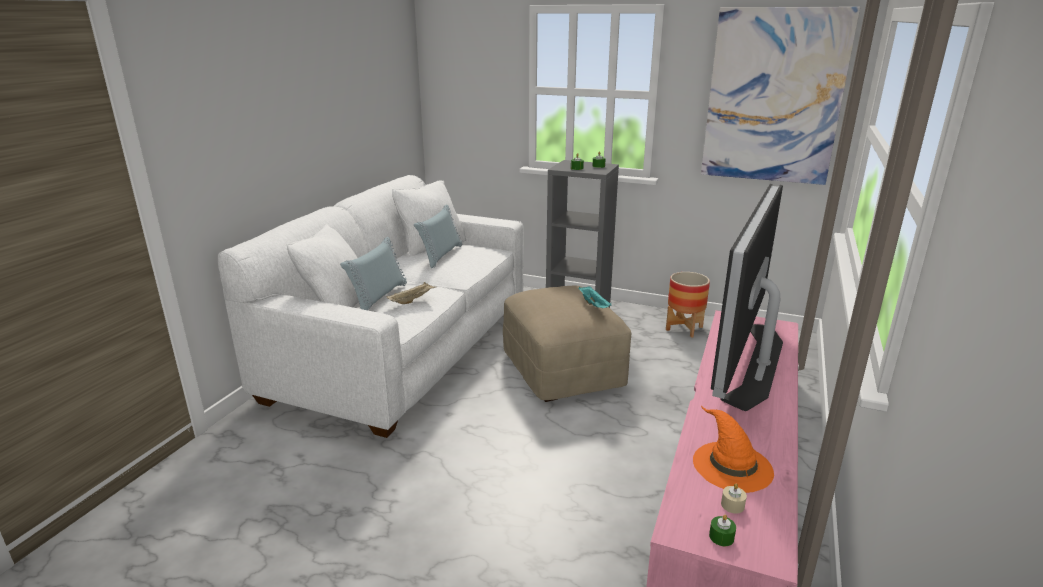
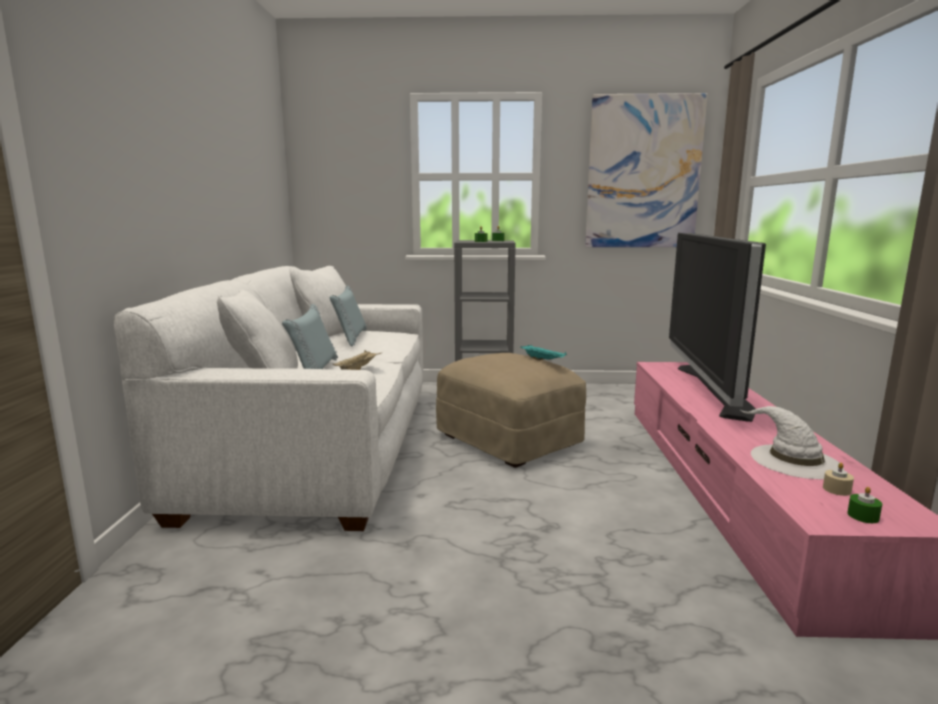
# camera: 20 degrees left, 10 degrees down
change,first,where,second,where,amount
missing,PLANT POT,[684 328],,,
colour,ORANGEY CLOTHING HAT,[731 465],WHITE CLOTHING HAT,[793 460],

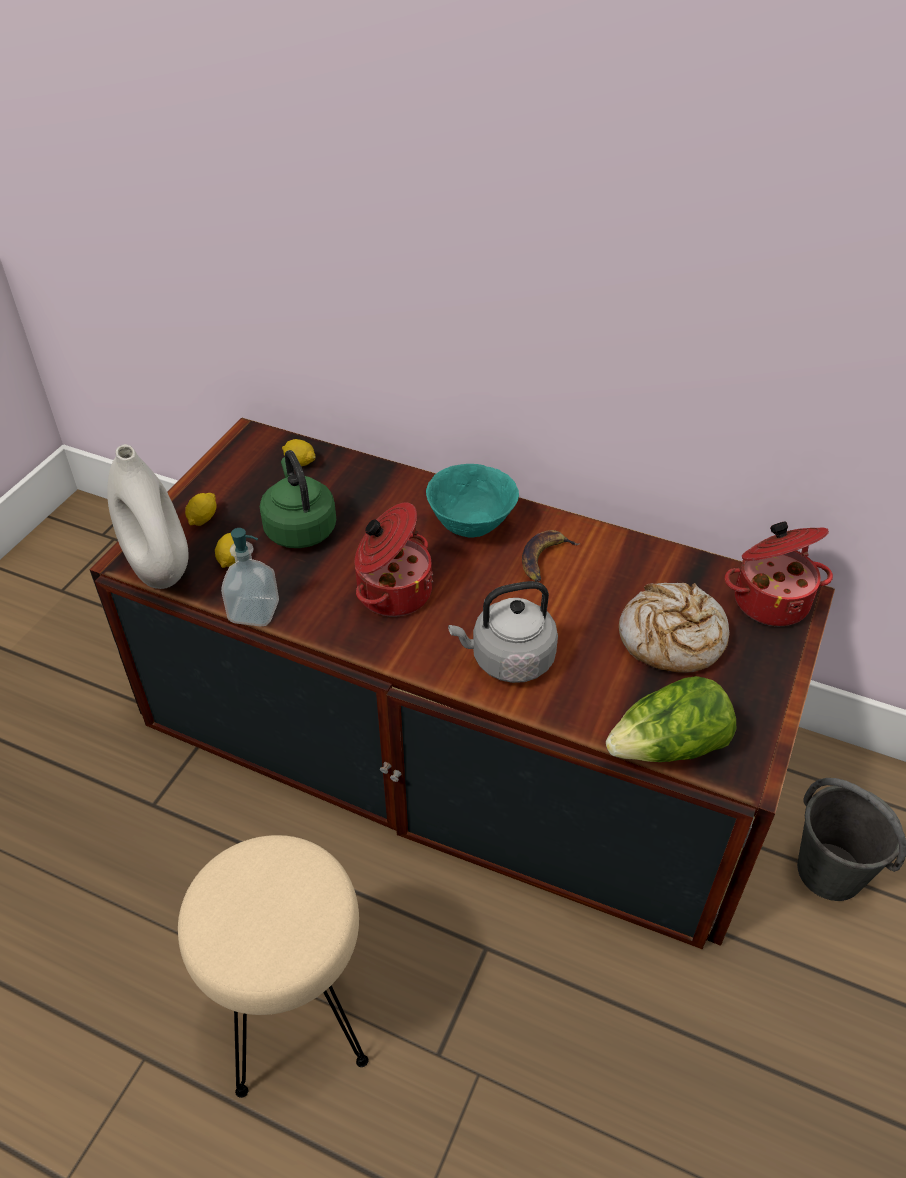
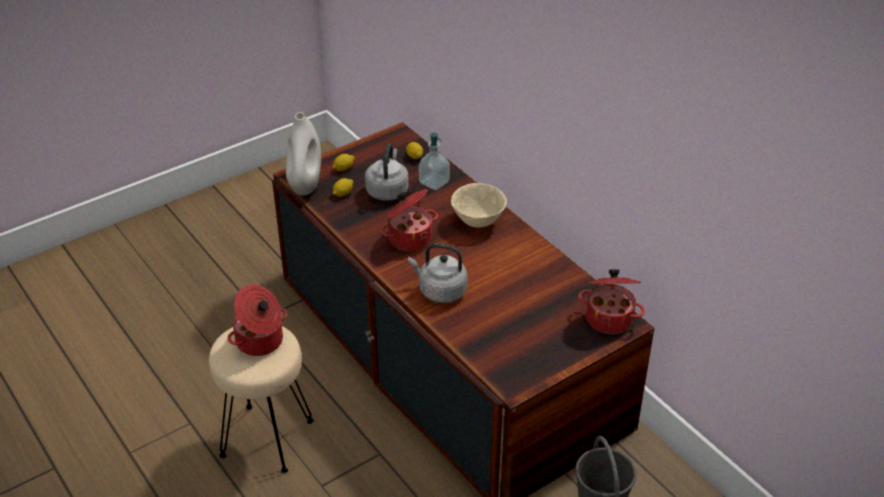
# camera: 30 degrees right, 5 degrees down
change,first,where,second,where,amount
relocated,LIQUID SOAP BOTTLE,[254 612],,[434 182],
colour,GREEN TEA KETTLE,[299 528],GRAY TEA KETTLE,[387 190],
colour,BLUE-GREEN BOWL,[471 526],SAND-COLOURED BOWL,[478 221],
missing,BANANA,[545 559],,,
missing,LETTUCE HEAD,[668 747],,,
missing,BREAD,[671 638],,,
appeared,,,STOCKPOT,[260 341],

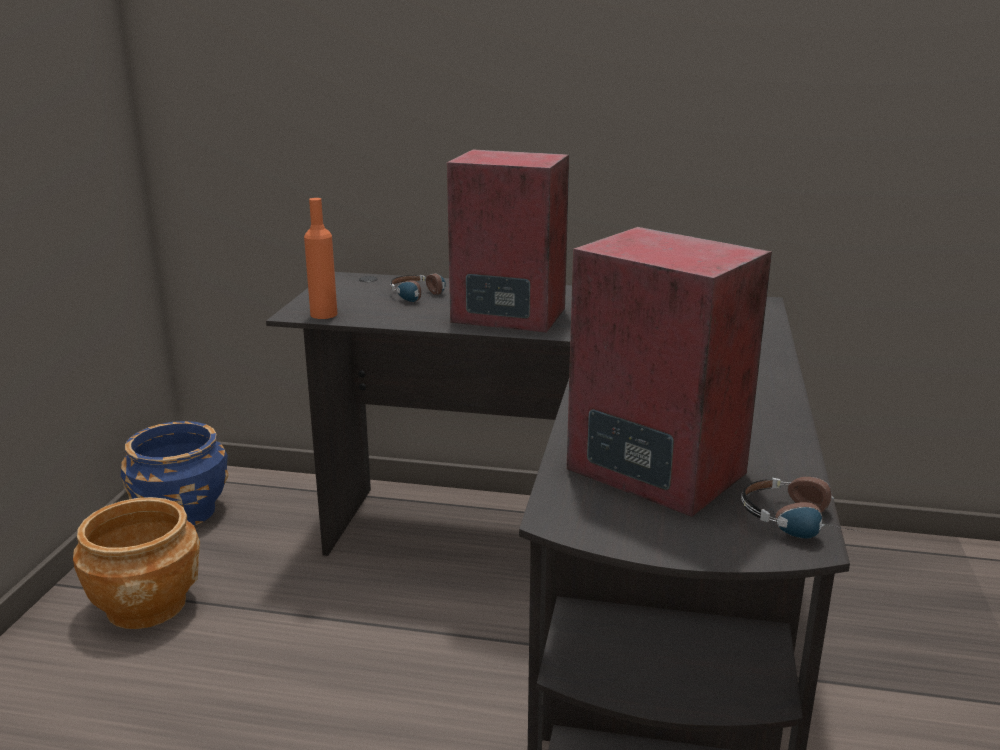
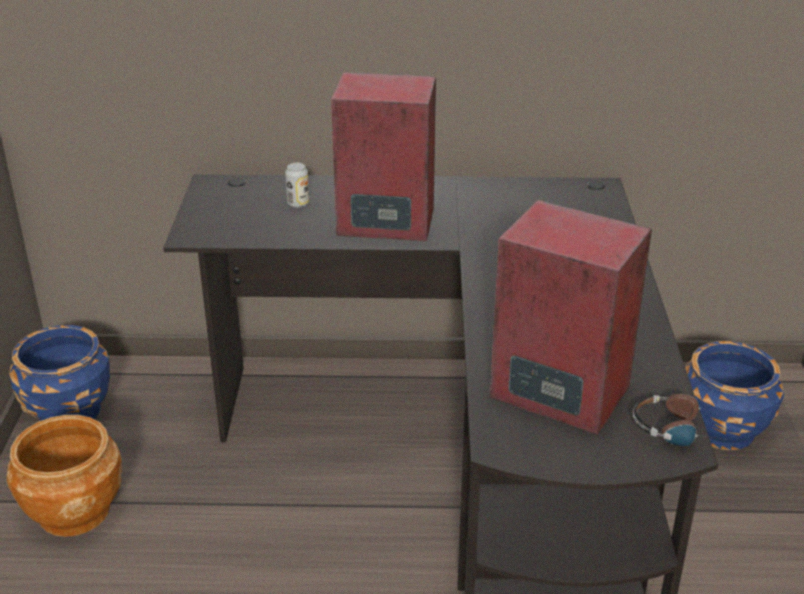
# camera: 10 degrees left, 10 degrees up
change,first,where,second,where,amount
missing,ORANGEY BEVERAGE BOTTLE,[324 314],,,
exchanged,HEADSET,[422 297],CAN,[298 203],
appeared,,,BLUISH PLANT POT,[722 429],

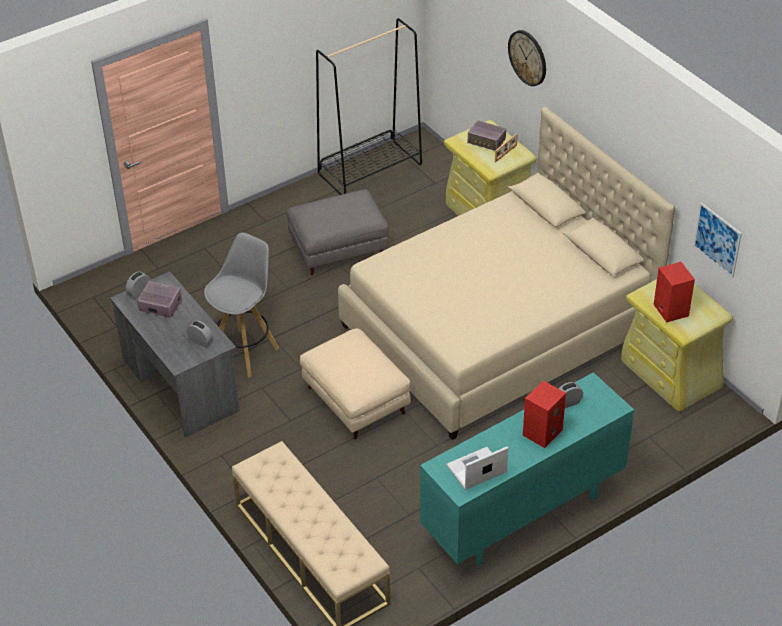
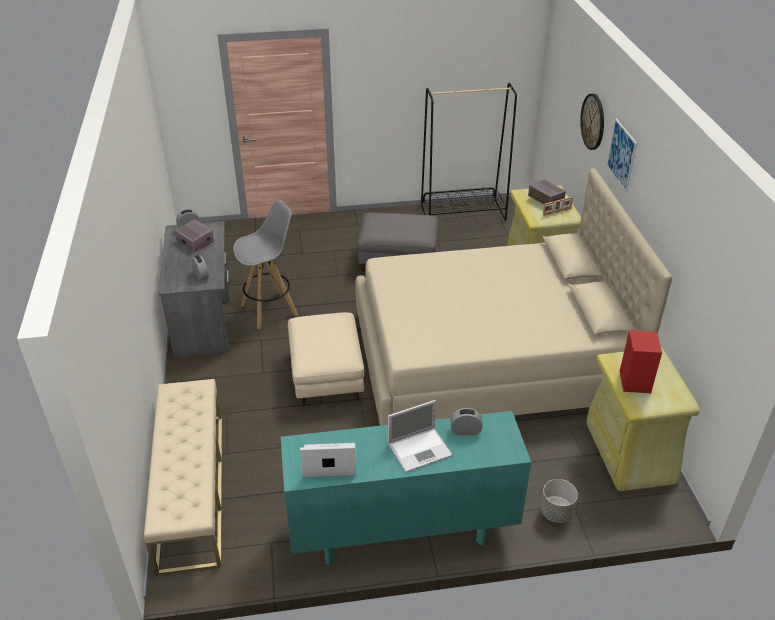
# camera: 25 degrees right, 5 degrees down
change,first,where,second,where,amount
exchanged,REDDISH LOUDSPEAKER,[542 431],PORTABLE COMPUTER,[420 449],
relocated,WALL ART,[717 239],,[621 155],
appeared,,,GRAY PLANT POT,[556 512],

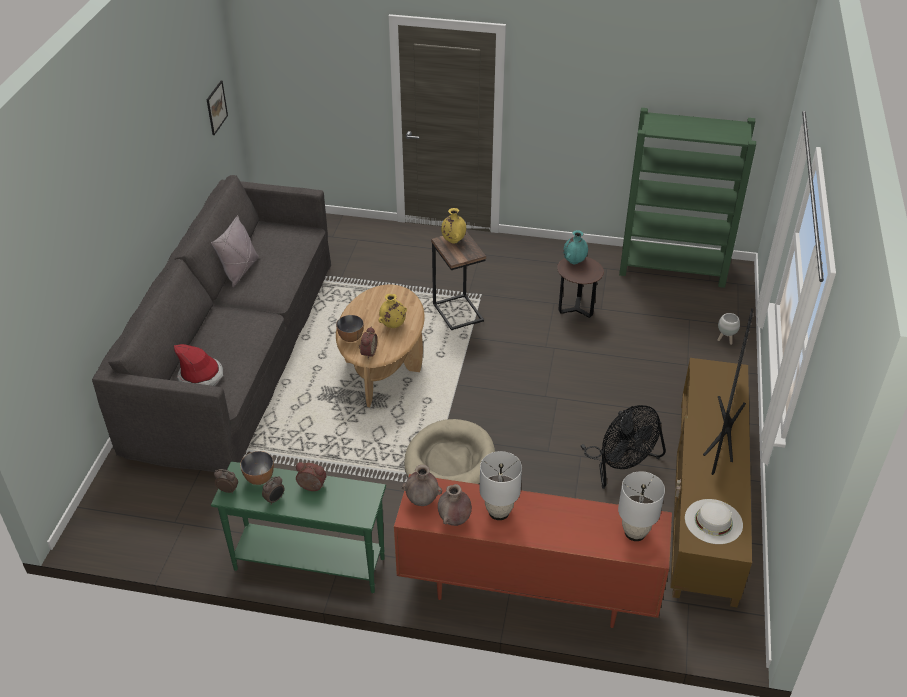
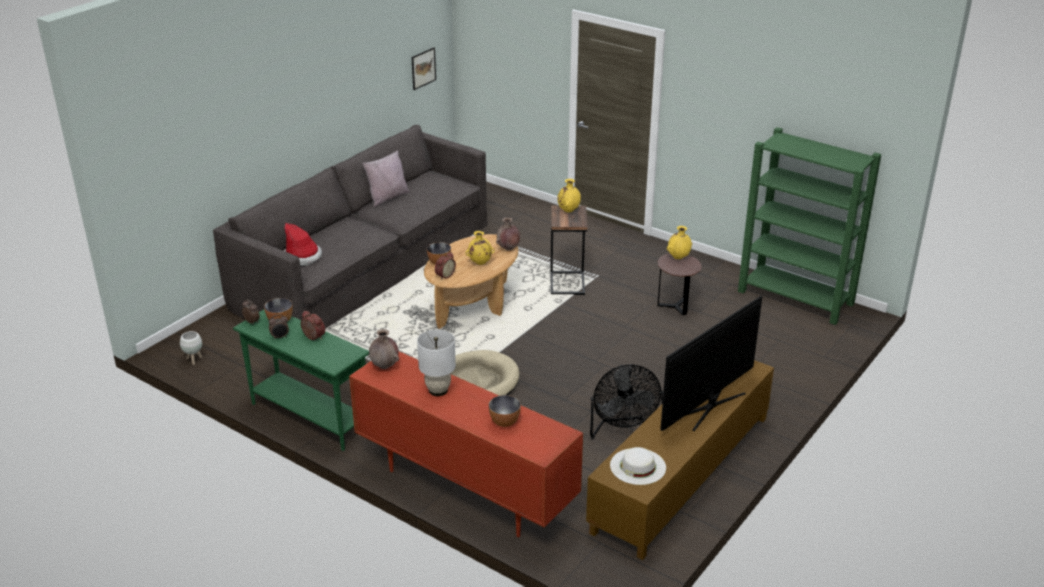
# camera: 25 degrees right, 10 degrees down
change,first,where,second,where,amount
relocated,BROWN DECORATIVE VASE,[454 520],,[508 248],
colour,BLUE-GREEN DECORATIVE VASE,[574 261],YELLOWISH DECORATIVE VASE,[678 257],
missing,WHITE TABLE LAMP,[635 532],,,
relocated,WHITE PLANT POT,[725 340],,[194 360],
appeared,,,BOWL,[504 422],

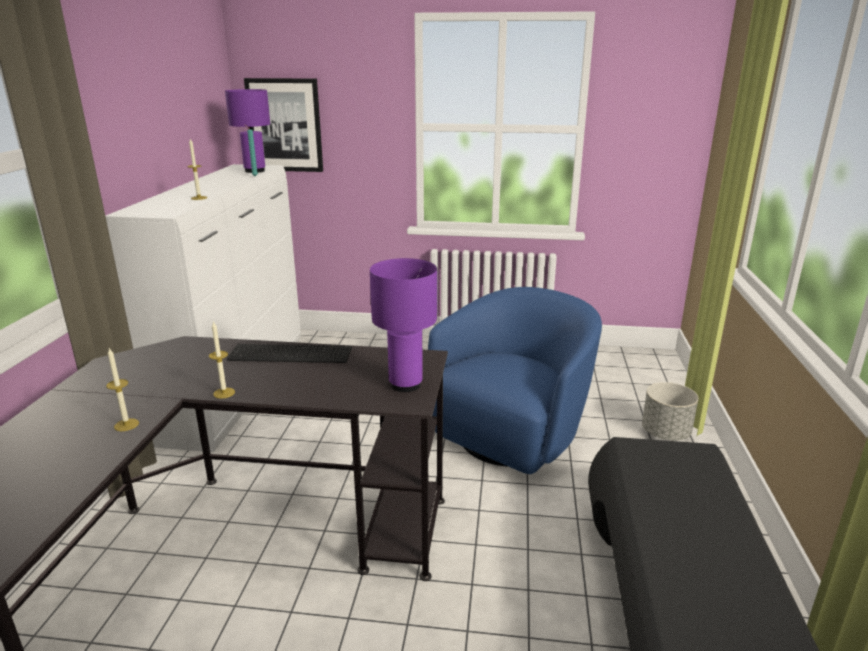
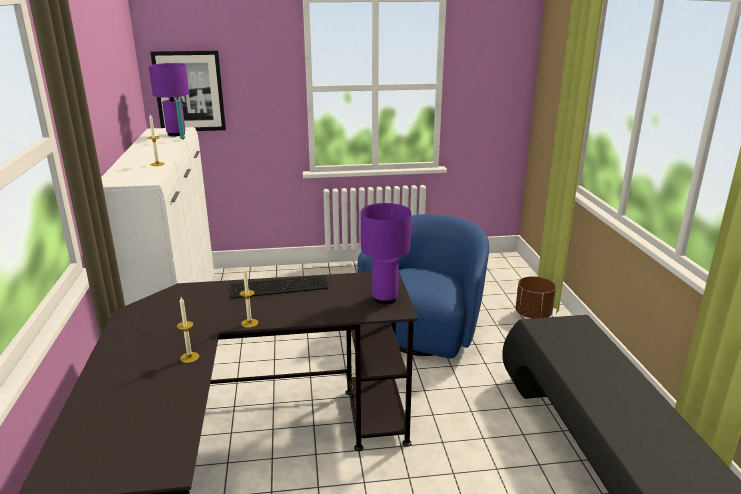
# camera: 15 degrees left, 0 degrees up
change,first,where,second,where,amount
colour,GRAY PLANT POT,[665 433],BROWN PLANT POT,[533 315],

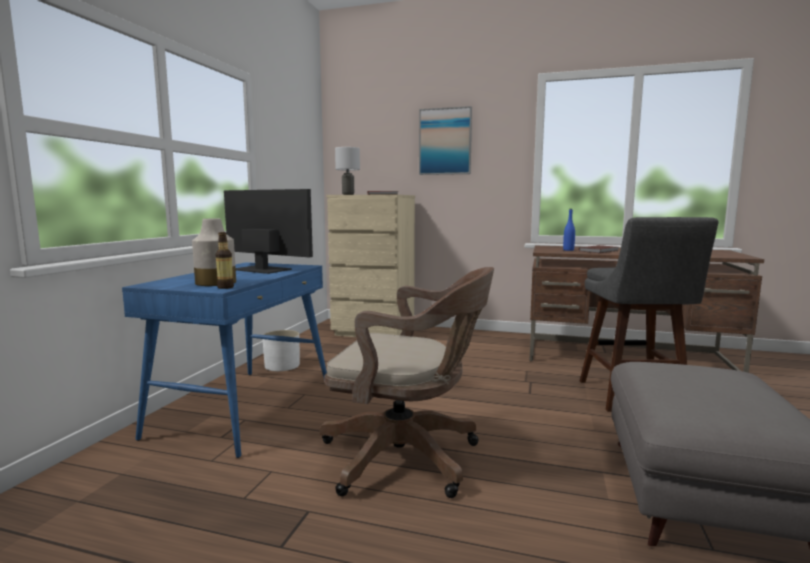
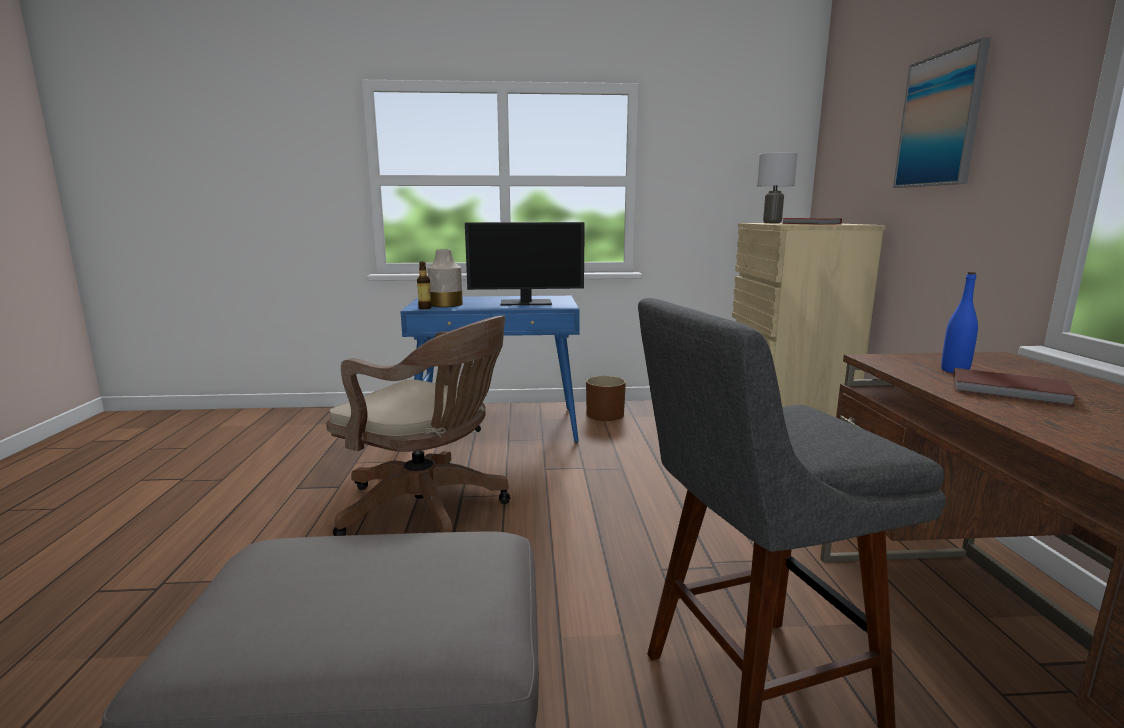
# camera: 70 degrees right, 5 degrees up
change,first,where,second,where,amount
spun,MONITOR,[261 269],,[526 302],75 degrees clockwise
colour,WHITE PLANT POT,[282 365],BROWN PLANT POT,[605 414],
spun,BROWN COMPUTER CHAIR,[408 458],,[429 510],60 degrees counterclockwise

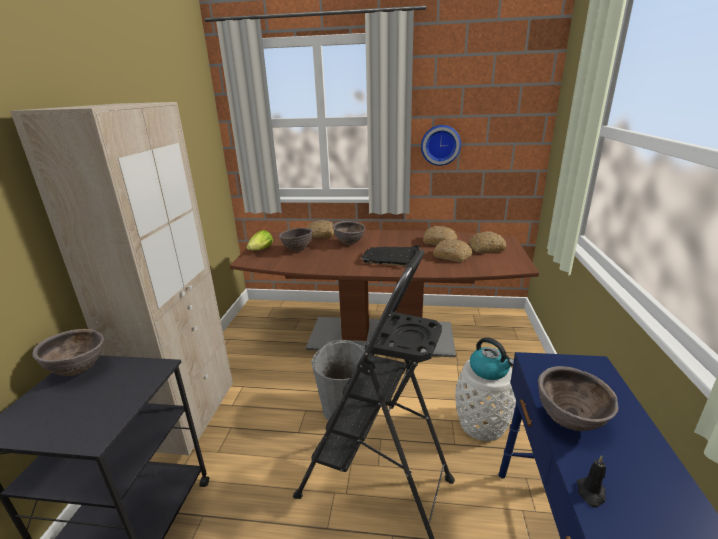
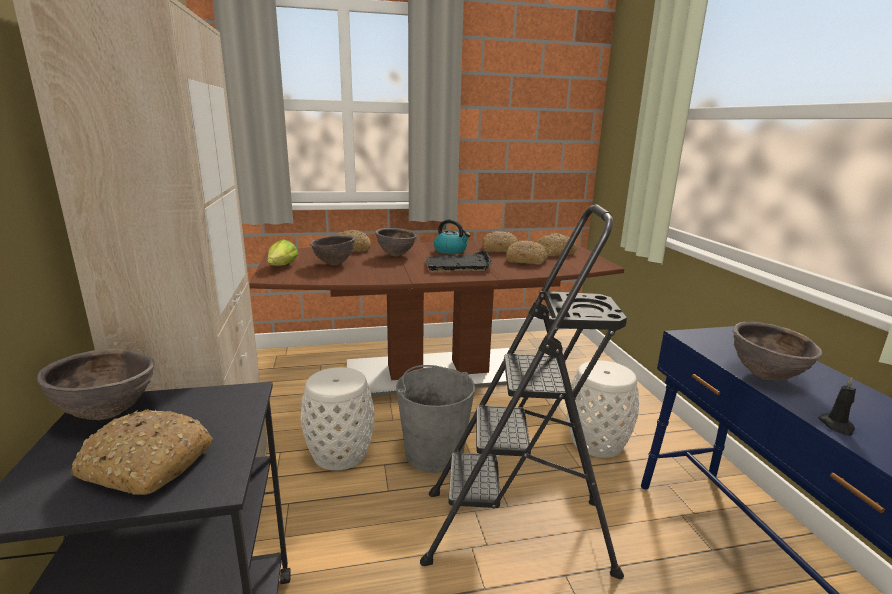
# camera: 20 degrees left, 5 degrees down
change,first,where,second,where,amount
missing,HANGING CLOCK,[440 145],,,
relocated,TEA KETTLE,[489 370],,[451 251],
appeared,,,BREAD,[145 465],
appeared,,,WHITE STOOL,[340 454],

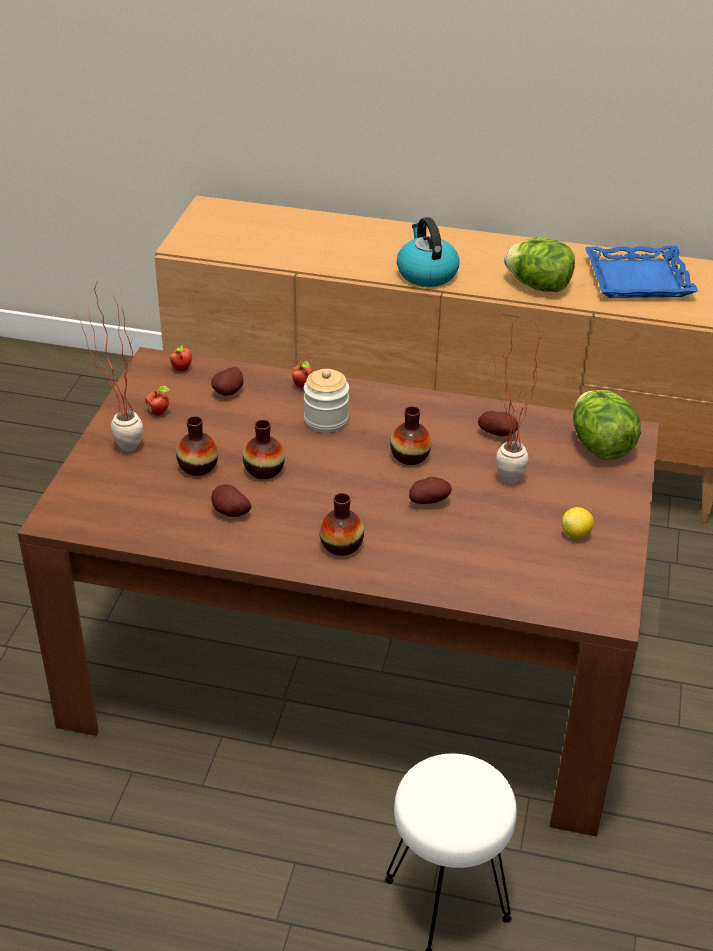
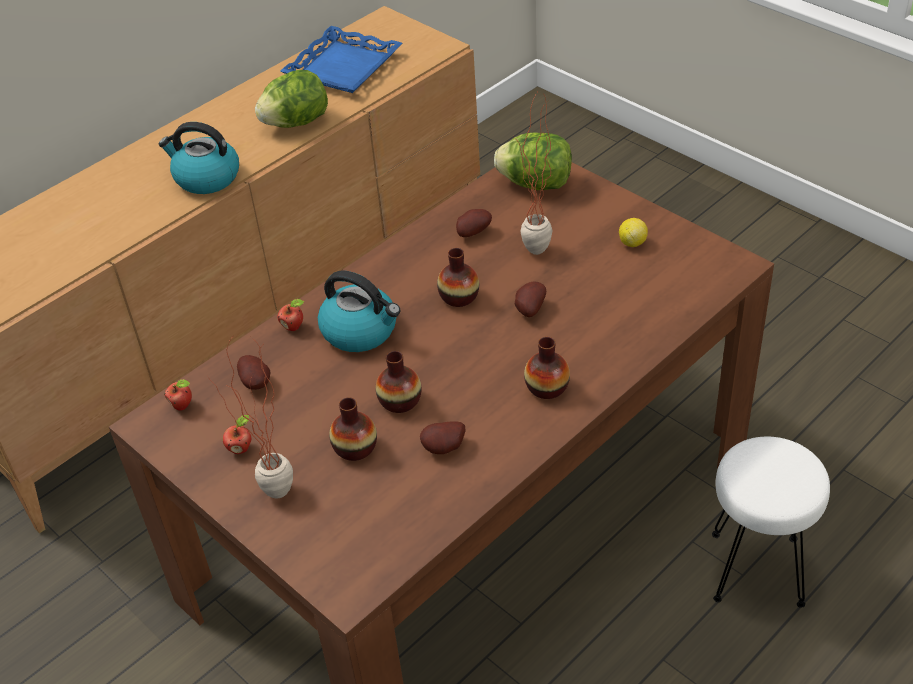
# camera: 55 degrees left, 5 degrees up
change,first,where,second,where,amount
exchanged,JAR,[326 420],TEA KETTLE,[361 331],

